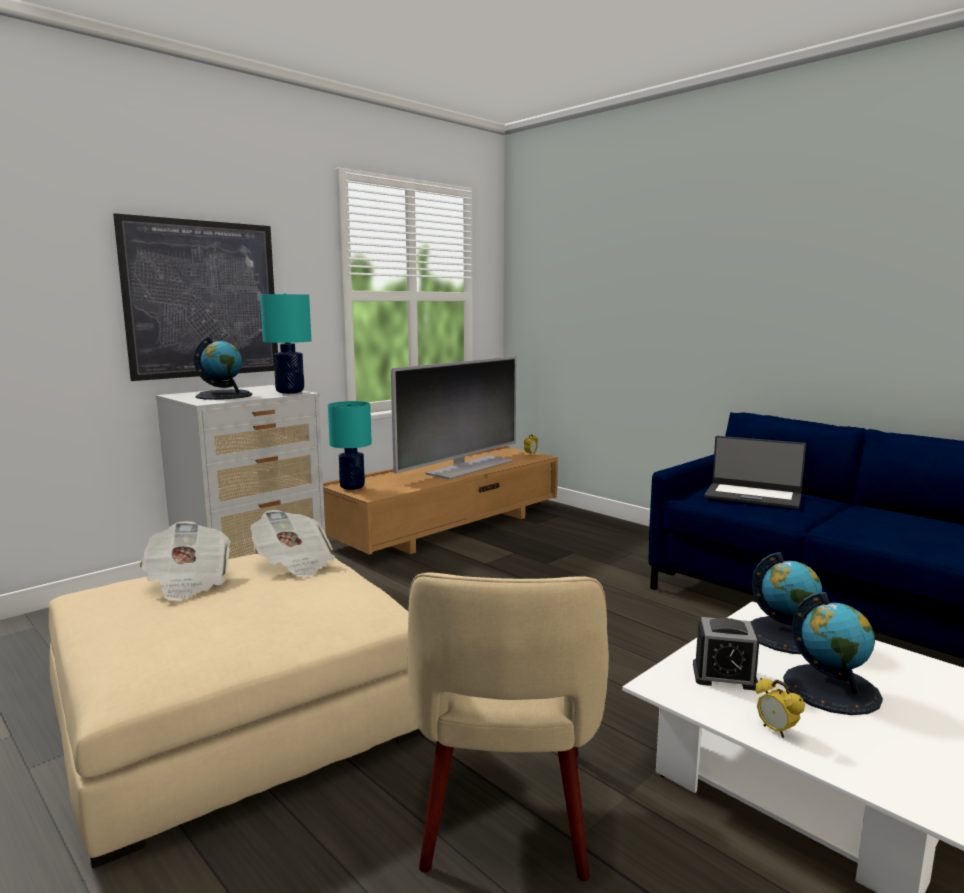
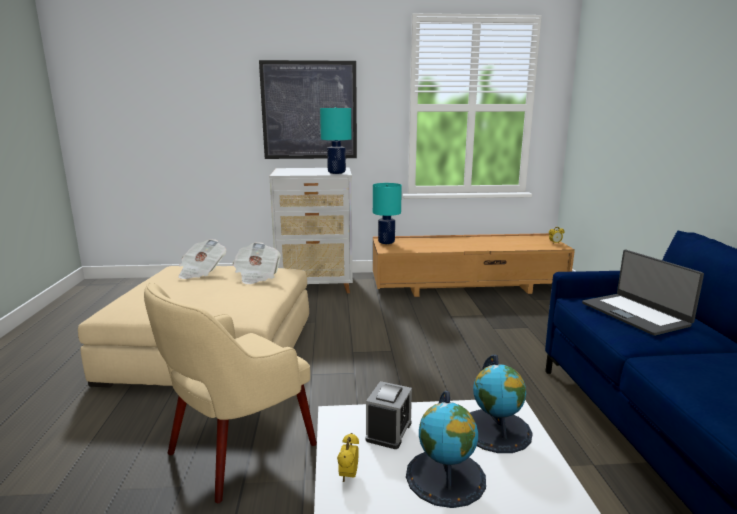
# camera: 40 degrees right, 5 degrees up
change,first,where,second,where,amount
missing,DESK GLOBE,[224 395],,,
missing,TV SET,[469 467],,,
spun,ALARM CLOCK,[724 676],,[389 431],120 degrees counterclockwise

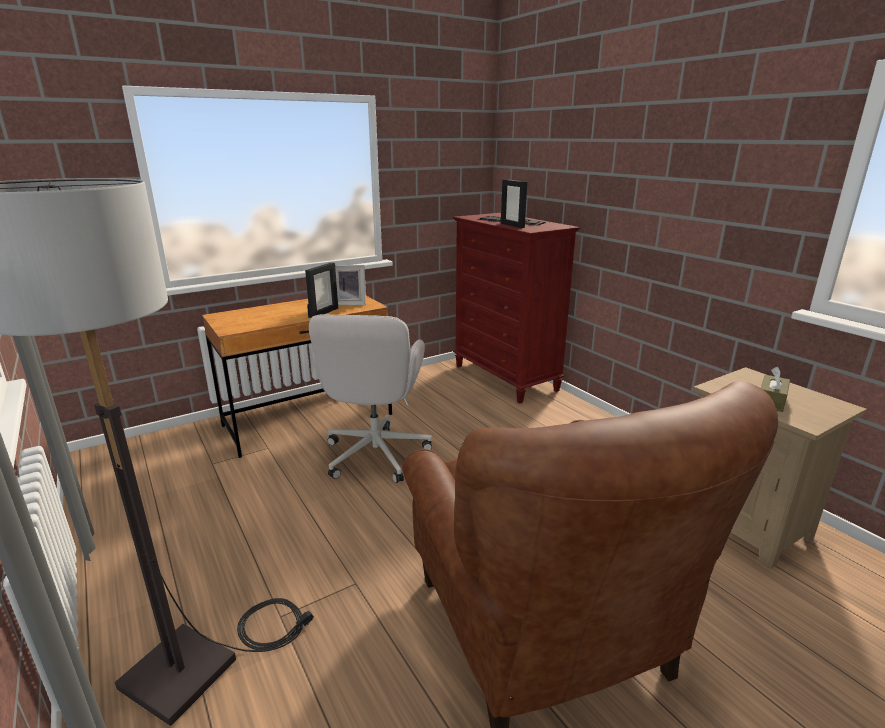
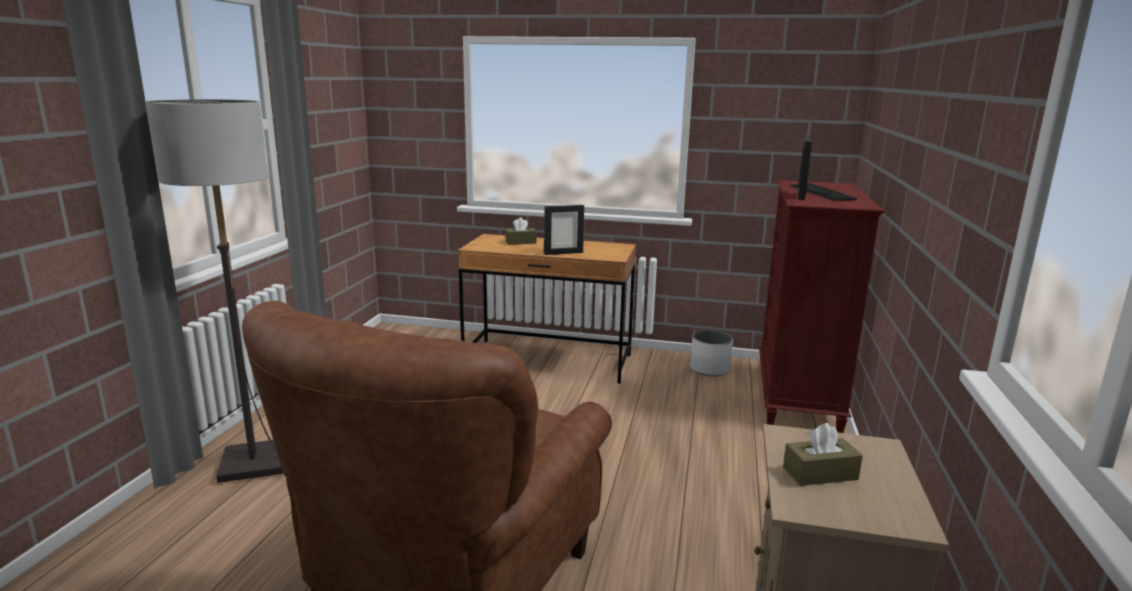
# camera: 45 degrees right, 5 degrees down
change,first,where,second,where,amount
missing,WHITE COMPUTER CHAIR,[376 455],,,
missing,STANDING FRAME,[350 303],,,
appeared,,,BROWN BOX OF TISSUES,[520 242],
appeared,,,WHITE PLANT POT,[710 369],

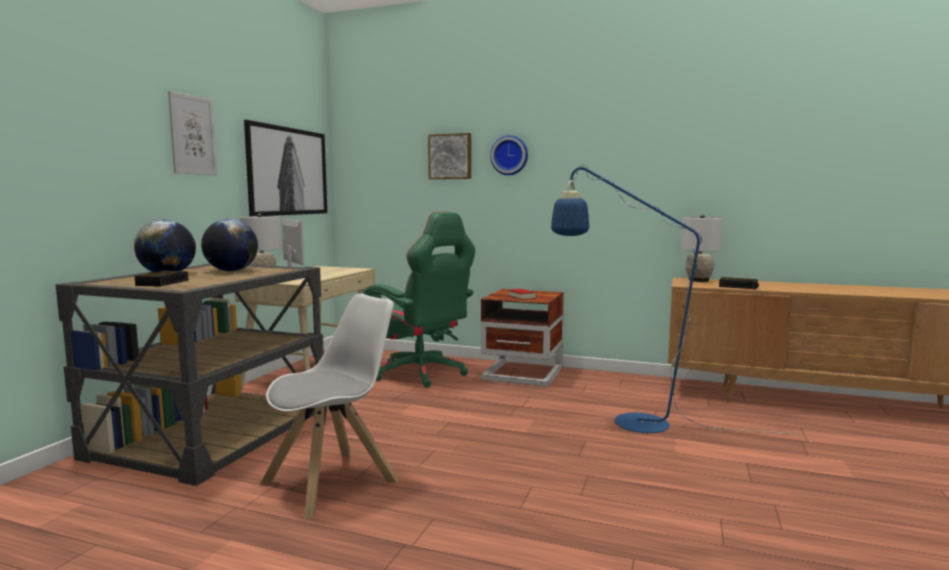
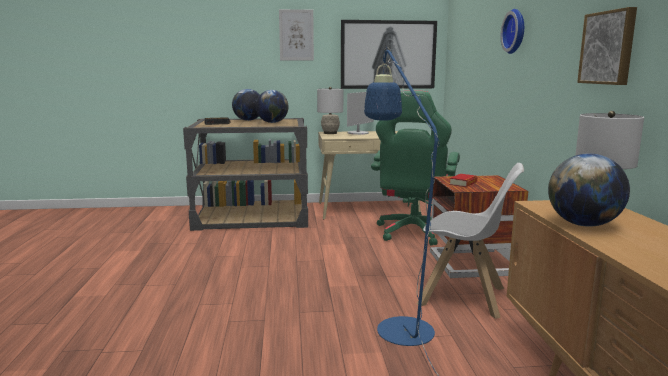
# camera: 65 degrees right, 5 degrees up
change,first,where,second,where,amount
relocated,PLAIN CHAIR,[334 481],,[465 297],
relocated,WALL ART,[450 156],,[608 48],
exchanged,ALARM CLOCK,[739 286],DESK GLOBE,[583 224],

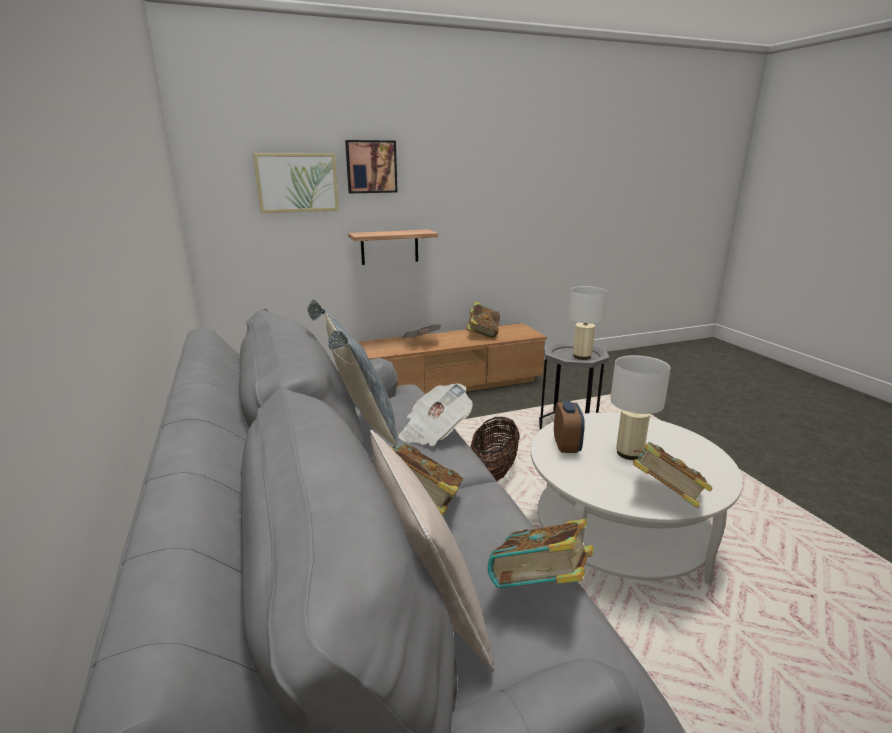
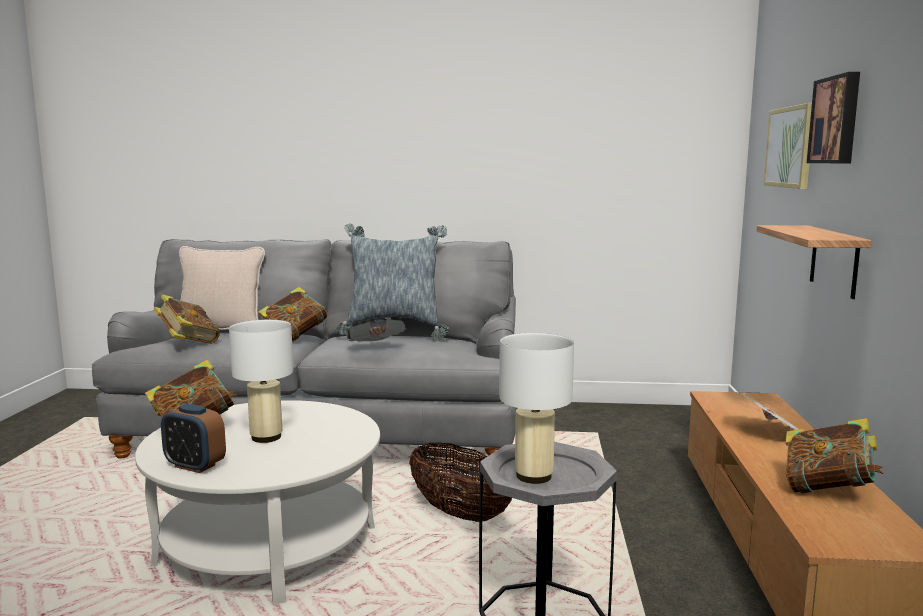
# camera: 115 degrees right, 10 degrees down
change,first,where,second,where,amount
relocated,ALARM CLOCK,[566 446],,[195 466],

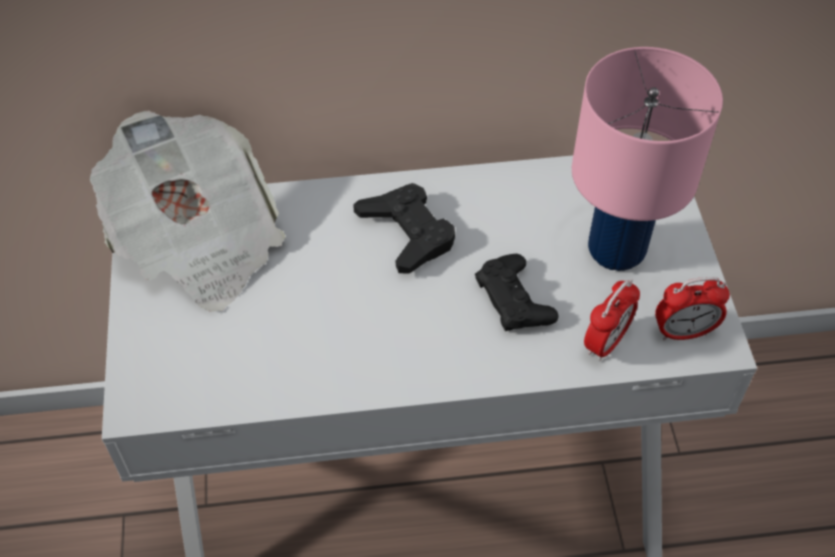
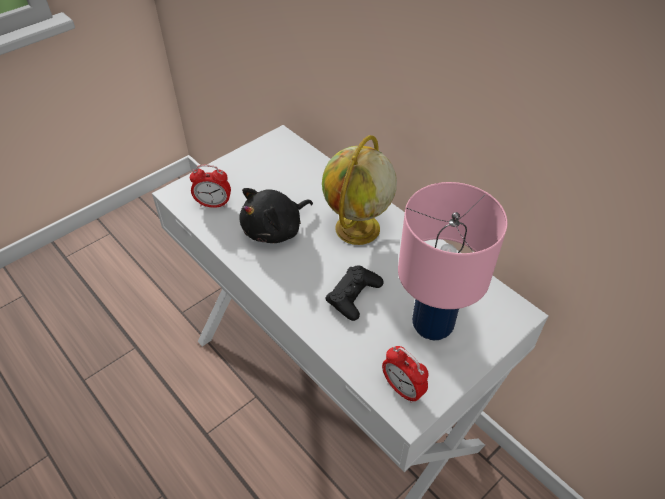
# camera: 55 degrees right, 5 degrees down
change,first,where,second,where,amount
missing,NEWSPAPER,[198 241],,,
exchanged,BLACK-COLOURED GAME CONTROLLER,[407 233],DESK GLOBE,[357 229],
relocated,ALARM CLOCK,[606 342],,[214 204],
appeared,,,BLACK-COLOURED PLUSH TOY,[275 230],

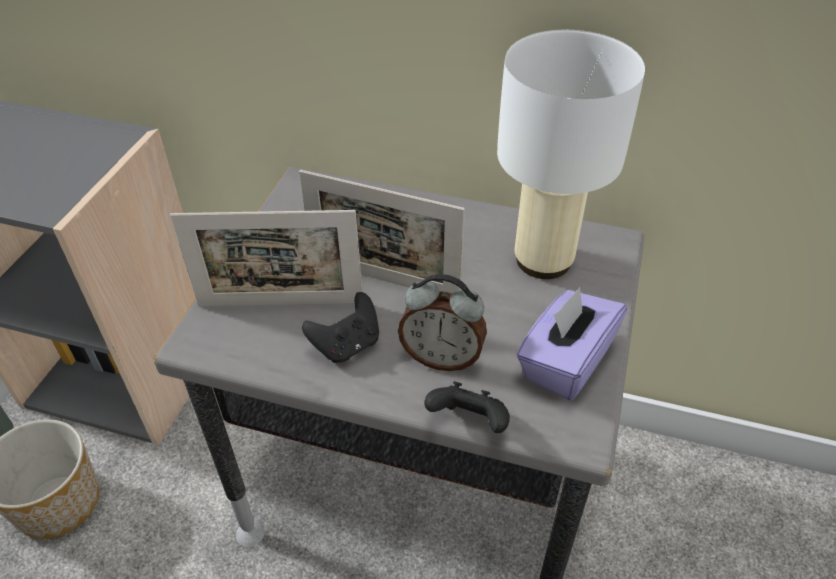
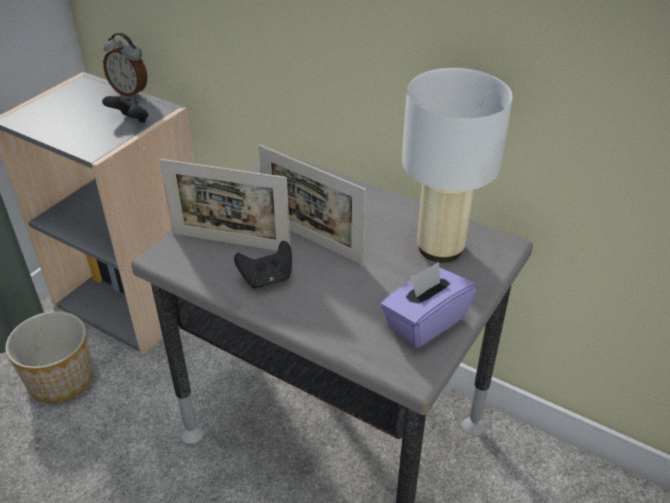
# camera: 15 degrees right, 5 degrees down
change,first,where,second,where,amount
relocated,ALARM CLOCK,[442 357],,[130 92],
relocated,BLACK-COLOURED GAME CONTROLLER,[469 422],,[130 121],

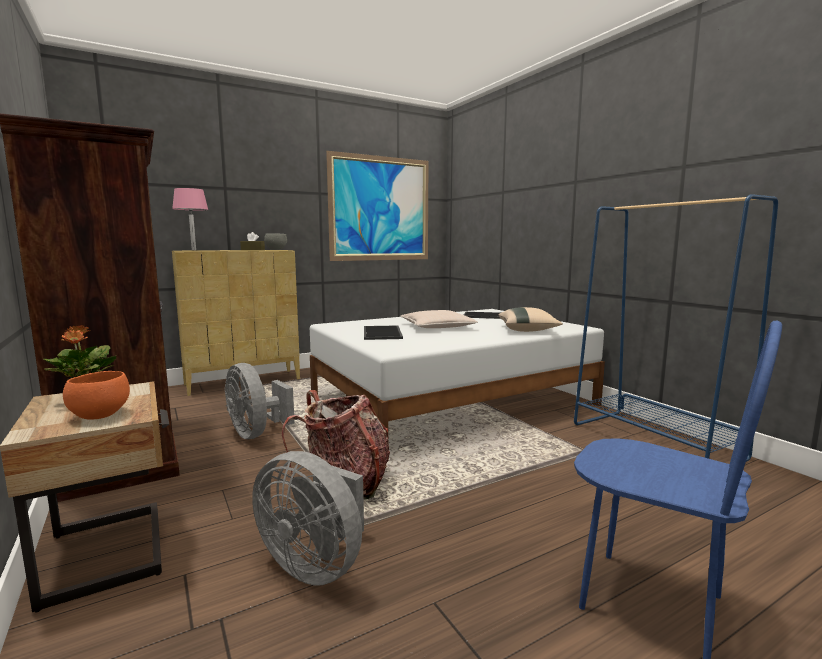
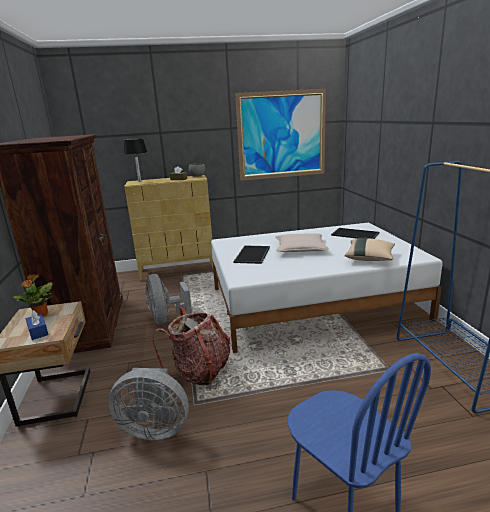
# camera: 20 degrees right, 10 degrees up
change,first,where,second,where,amount
exchanged,ORANGEY BOWL,[98 415],BLUISH BOX OF TISSUES,[38 331],
colour,PINK-COLOURED TABLE LAMP,[194 250],BLACK-COLOURED TABLE LAMP,[139 181],
spun,GRAY ELECTRIC FAN,[315 564],,[154 428],45 degrees counterclockwise

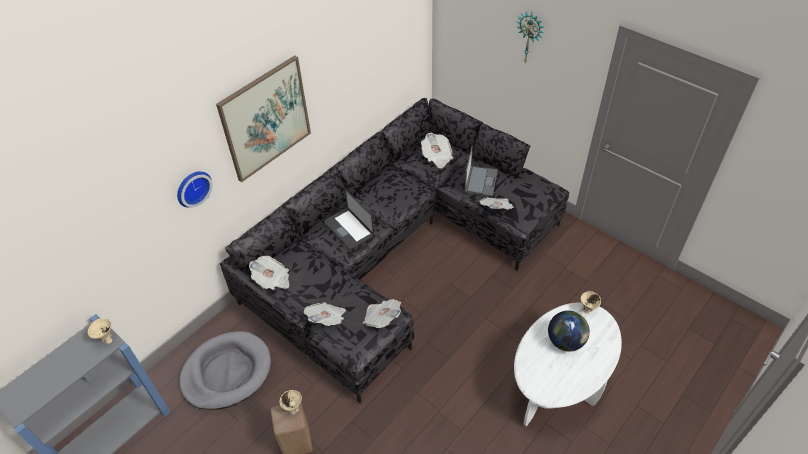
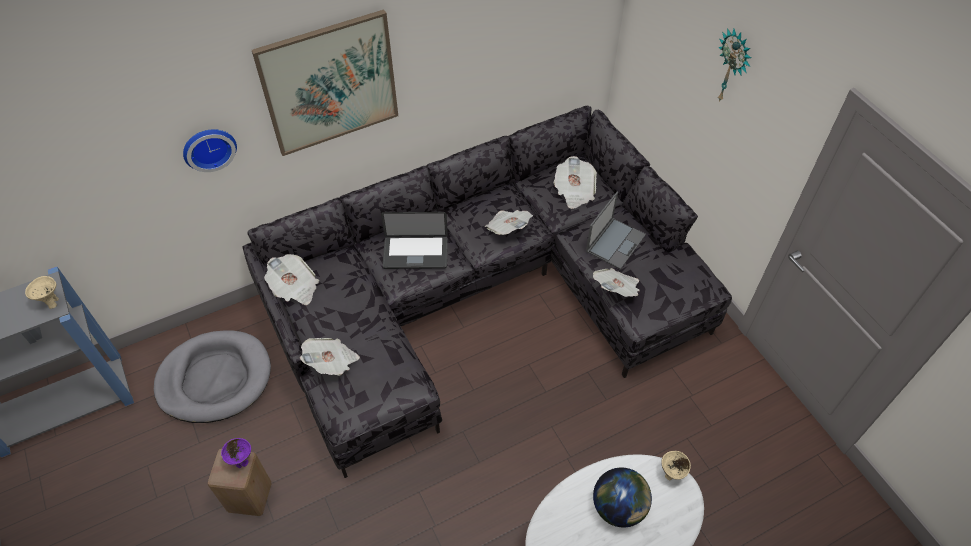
# camera: 20 degrees right, 5 degrees up
change,first,where,second,where,amount
colour,SAND-COLOURED BOWL,[293 409],PURPLISH BOWL,[242 461],
spun,PORTABLE COMPUTER,[349 229],,[415 253],75 degrees counterclockwise
relocated,NEWSPAPER,[382 318],,[508 228],

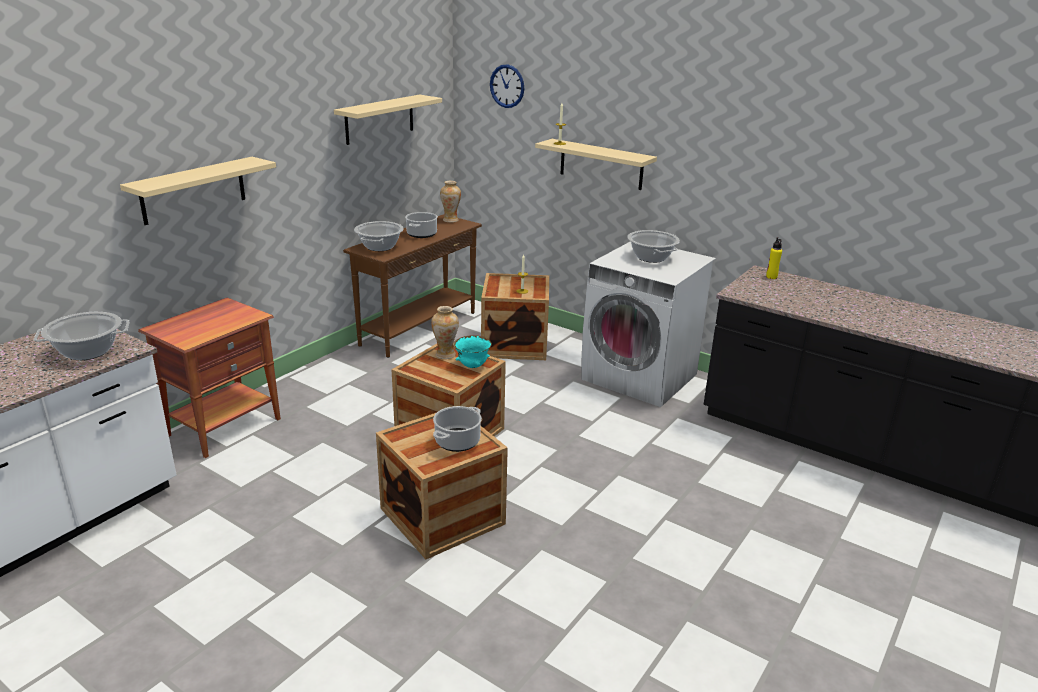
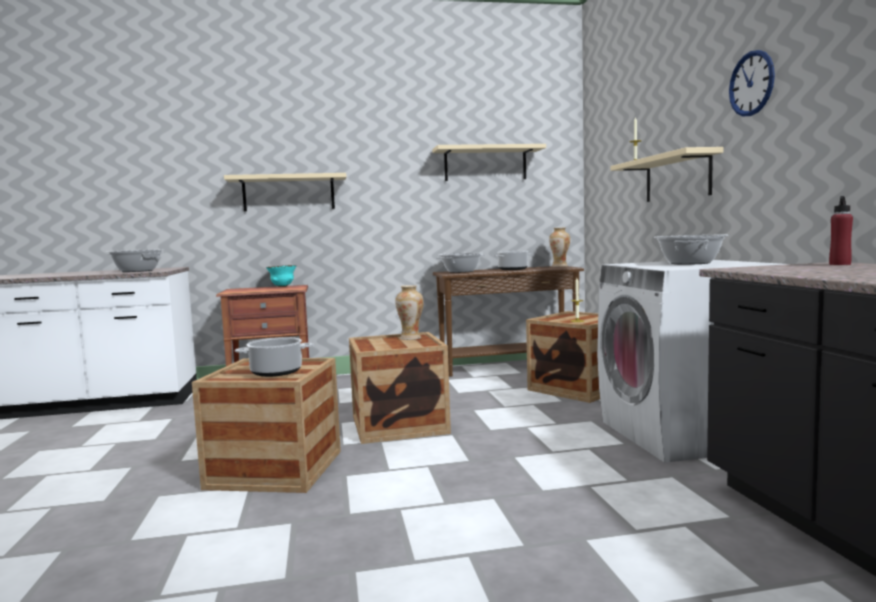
# camera: 45 degrees right, 20 degrees down
change,first,where,second,where,amount
relocated,BLUE-GREEN BOWL,[472 366],,[282 286],
relocated,HANGING CLOCK,[507 86],,[751 83],
colour,YELLOWISH BEVERAGE BOTTLE,[771 277],REDDISH BEVERAGE BOTTLE,[840 264],

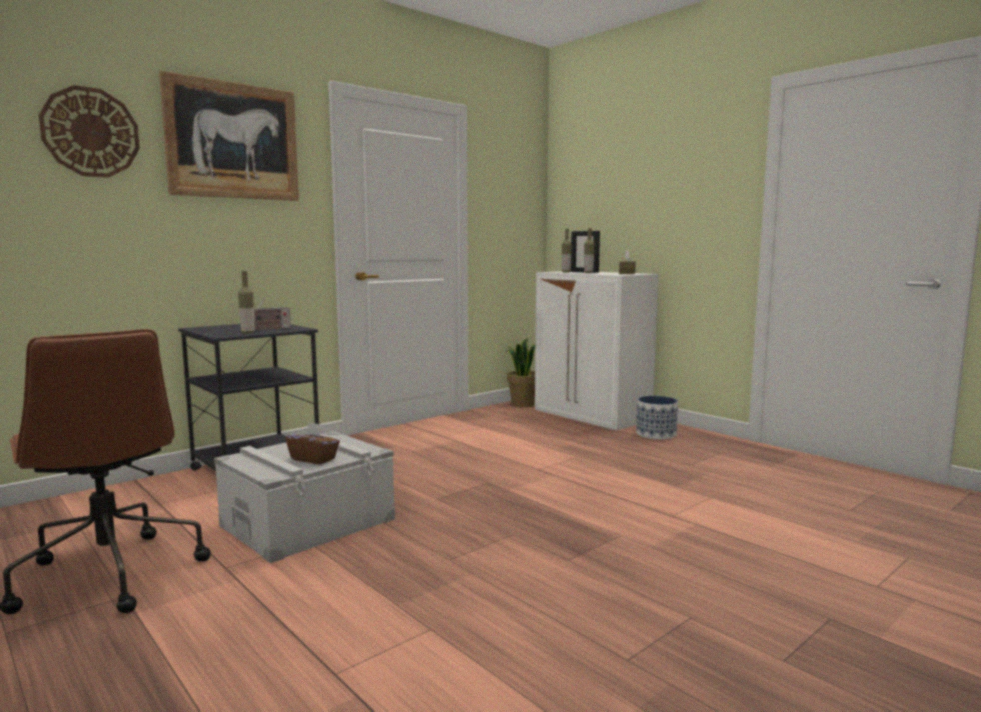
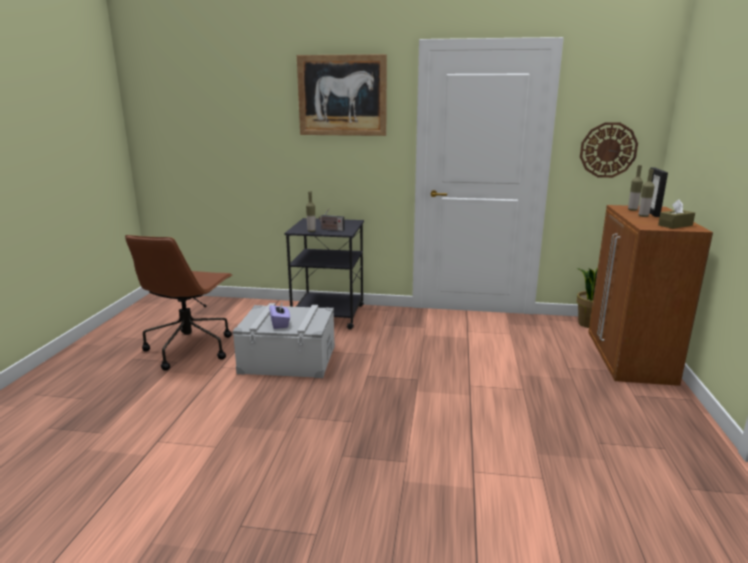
# camera: 50 degrees right, 10 degrees up
change,first,where,second,where,amount
relocated,HANGING CLOCK,[90 132],,[608 150],
colour,BROWN BOX OF TISSUES,[314 459],PURPLISH BOX OF TISSUES,[280 324],
colour,WHITE CABINET,[592 414],BROWN CABINET,[629 356],
missing,PLANT POT,[655 434],,,

